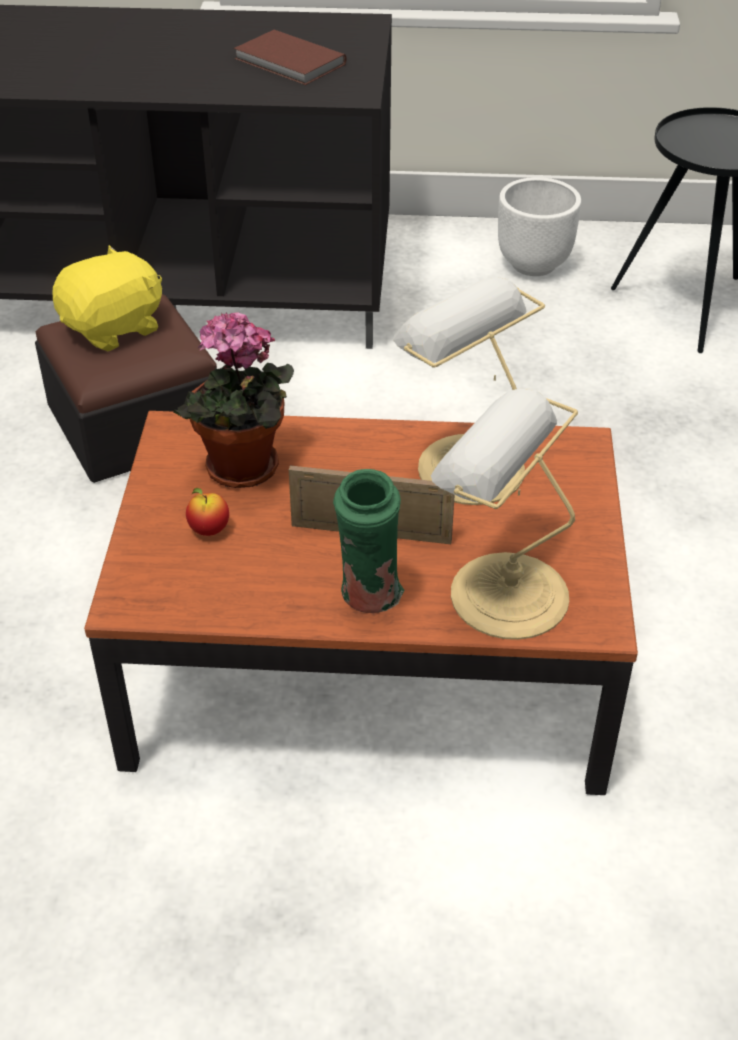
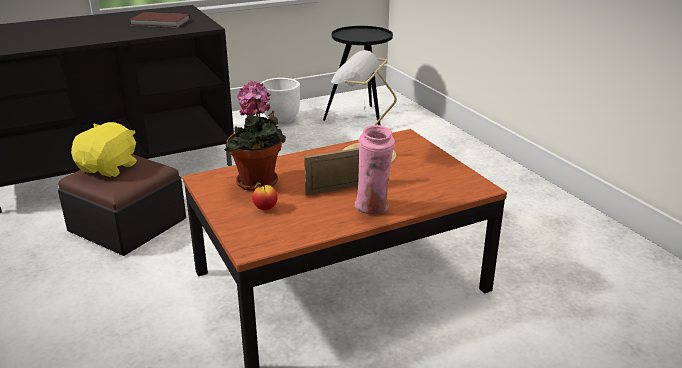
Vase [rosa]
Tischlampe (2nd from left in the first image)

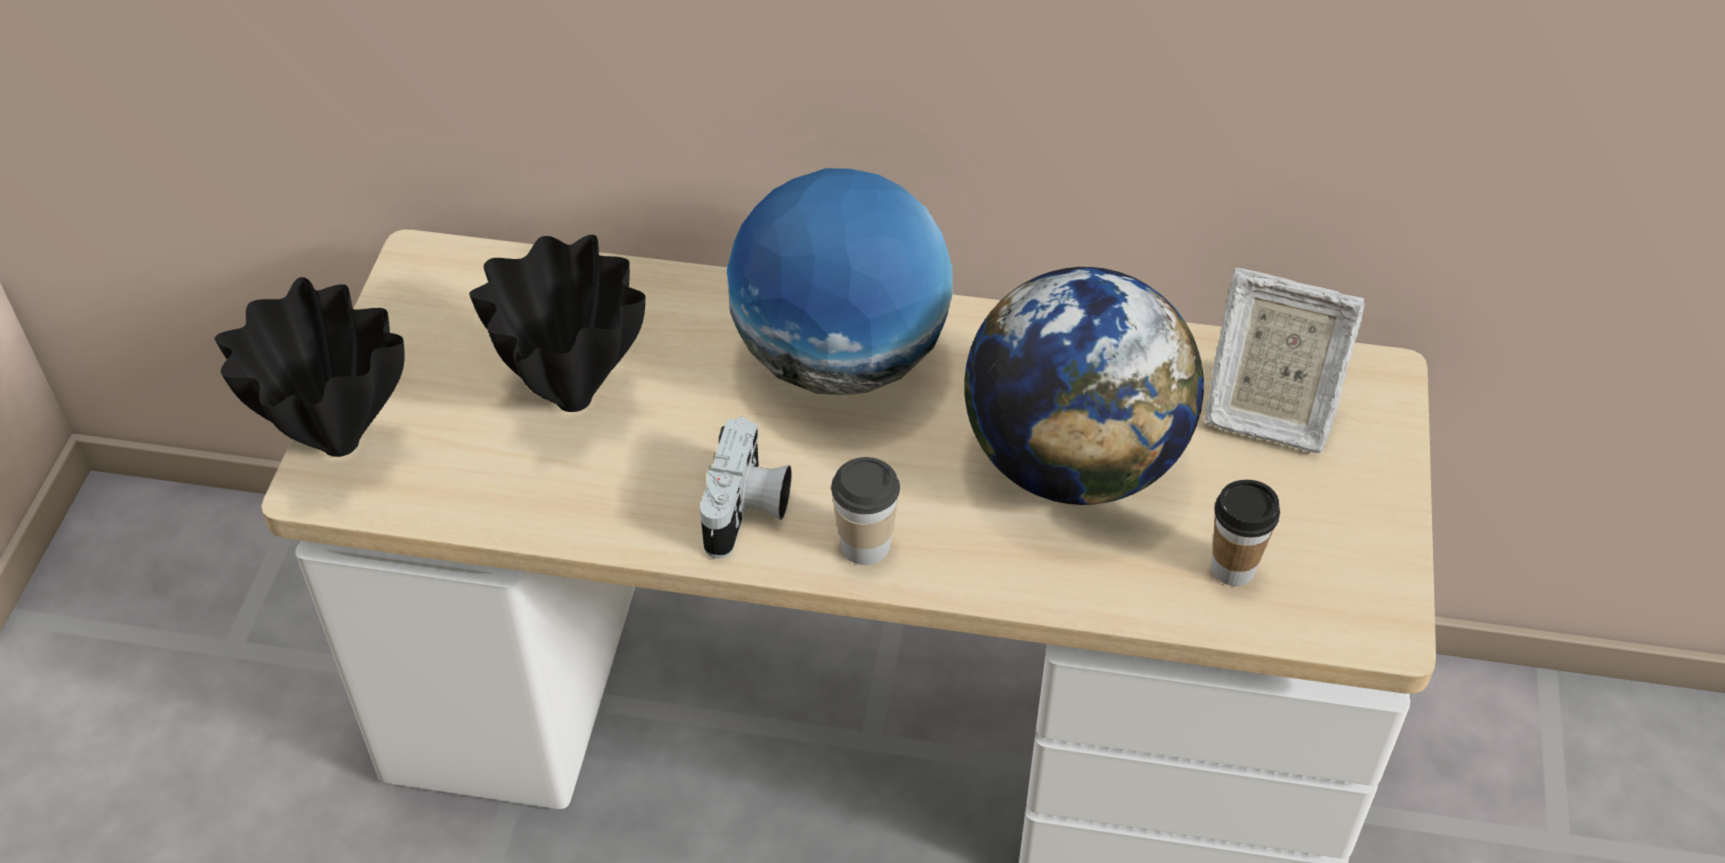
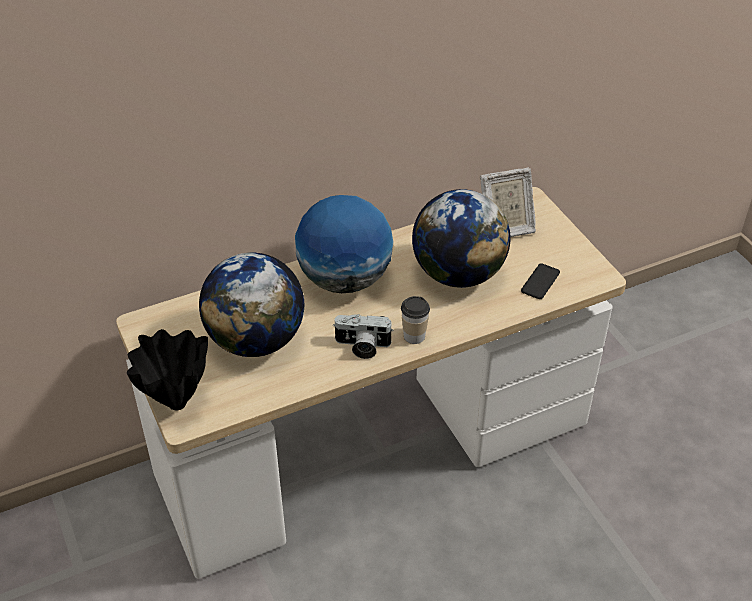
Globus (1st from left)
Kamera
Handy

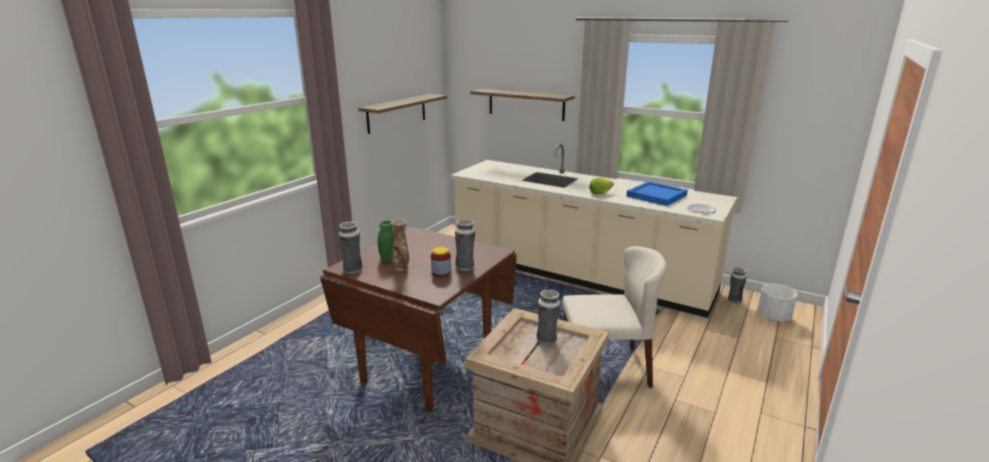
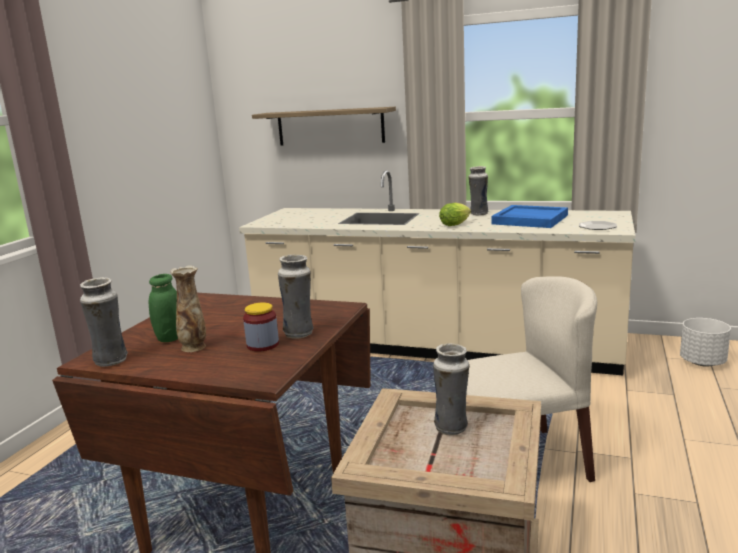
Wandregal (1st from left in the first image)
Vase (5th from left)

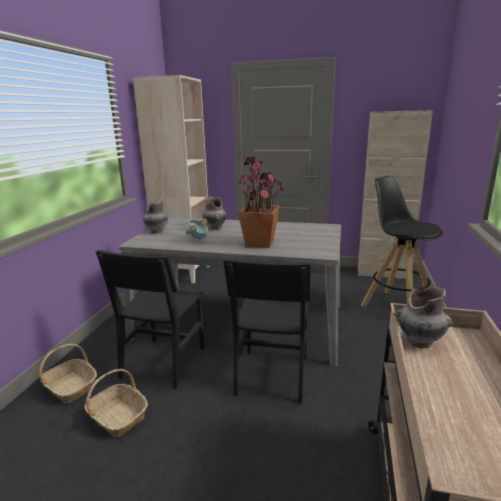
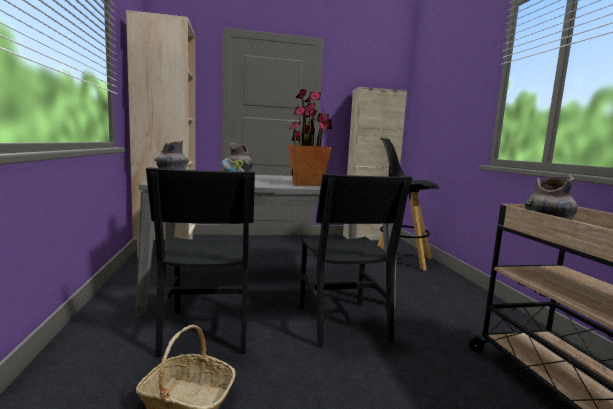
Korb (1st from left in the first image)

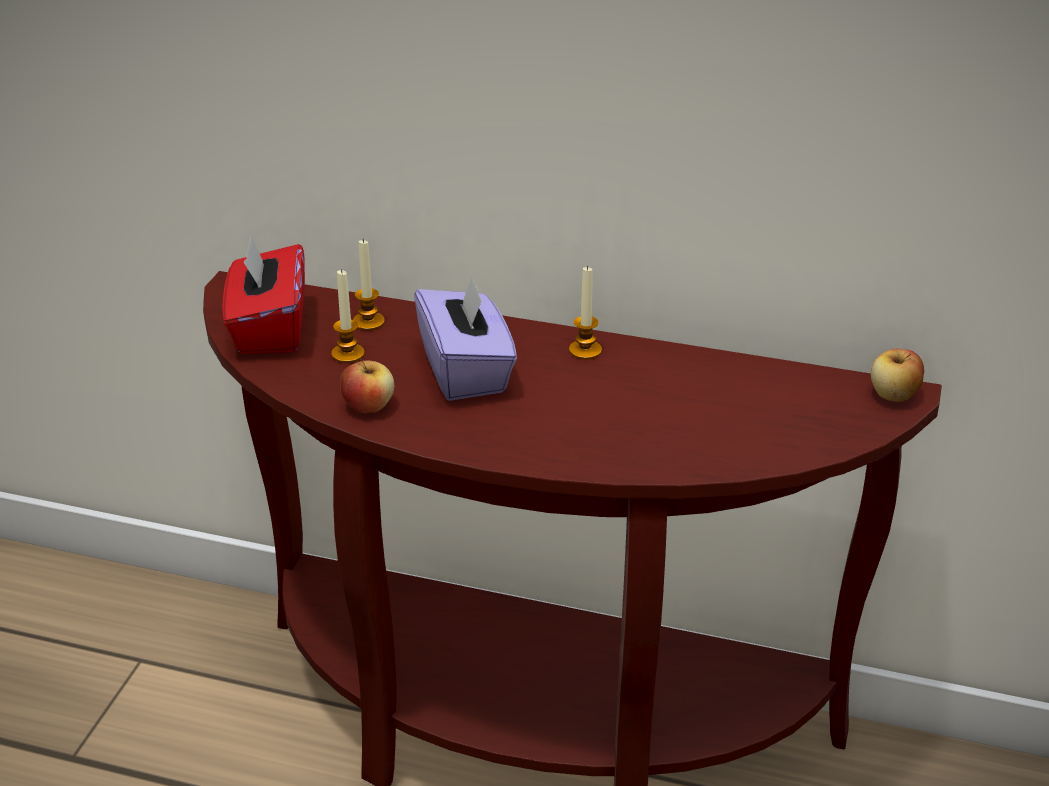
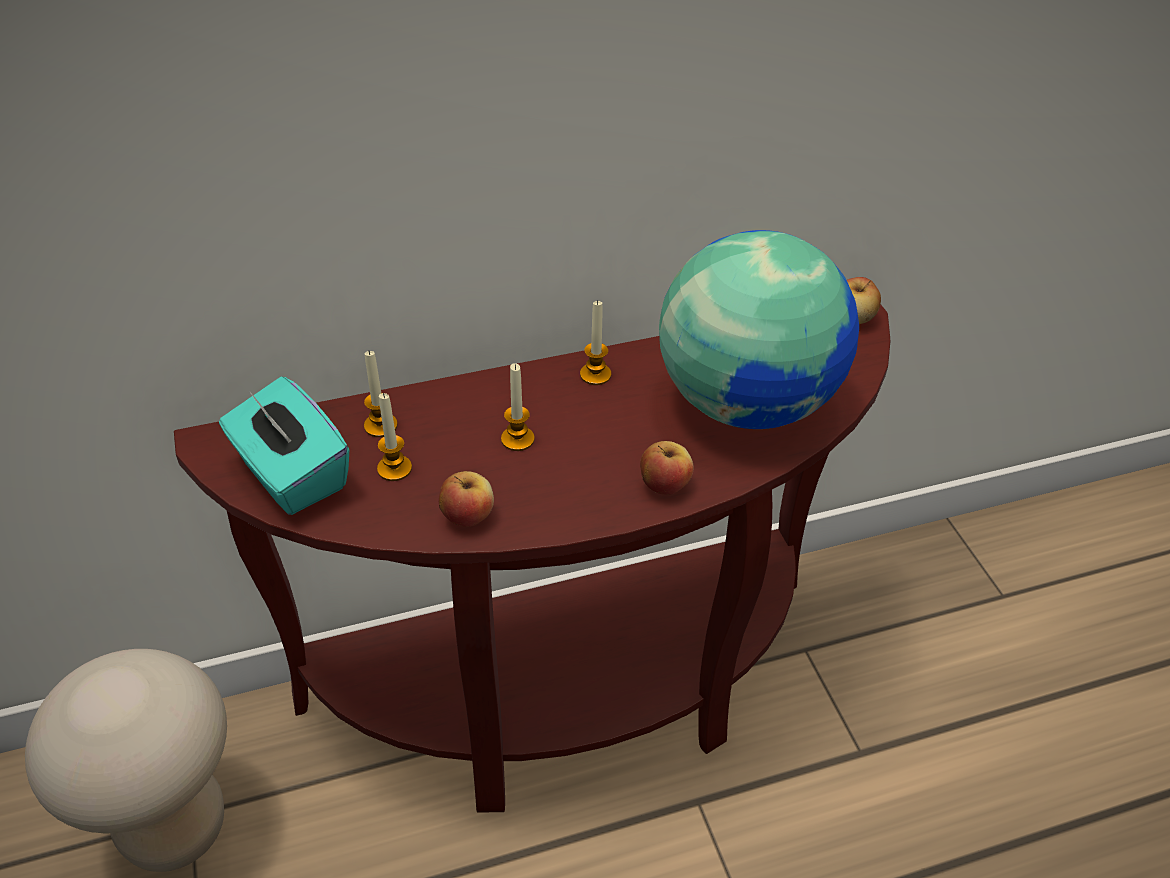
Taschentuchbox [türkis]
Kerze (3rd from left)
Hocker [beige]
Apfel (2nd from left)
Globus

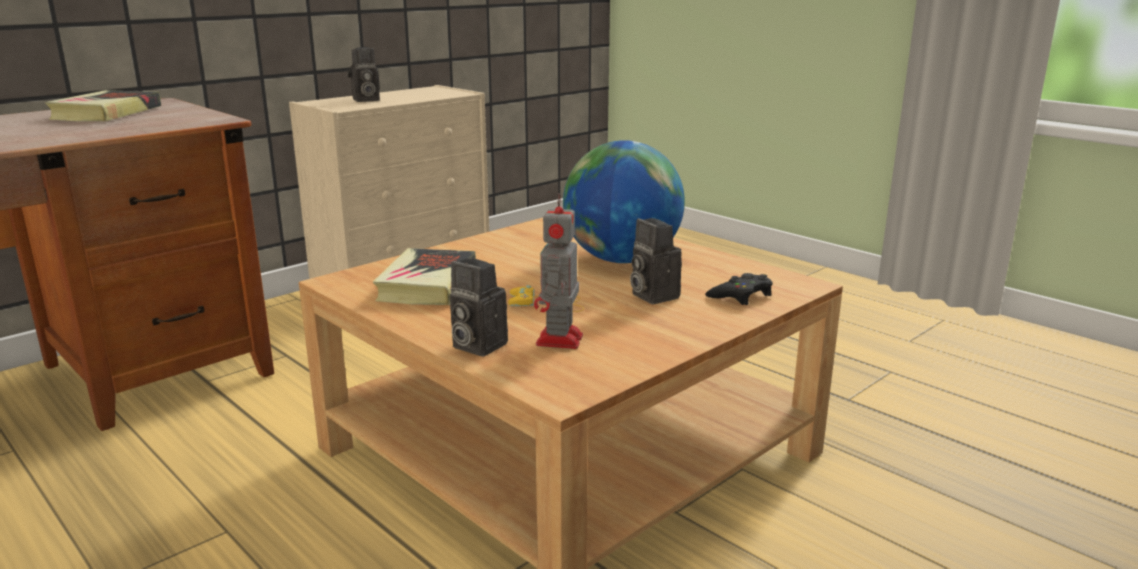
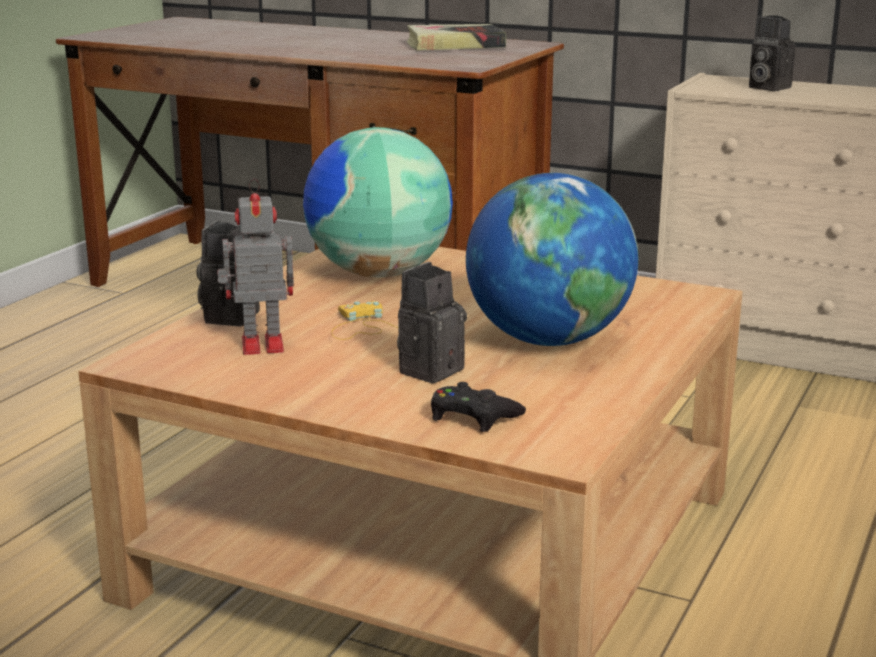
Globus (1st from left)

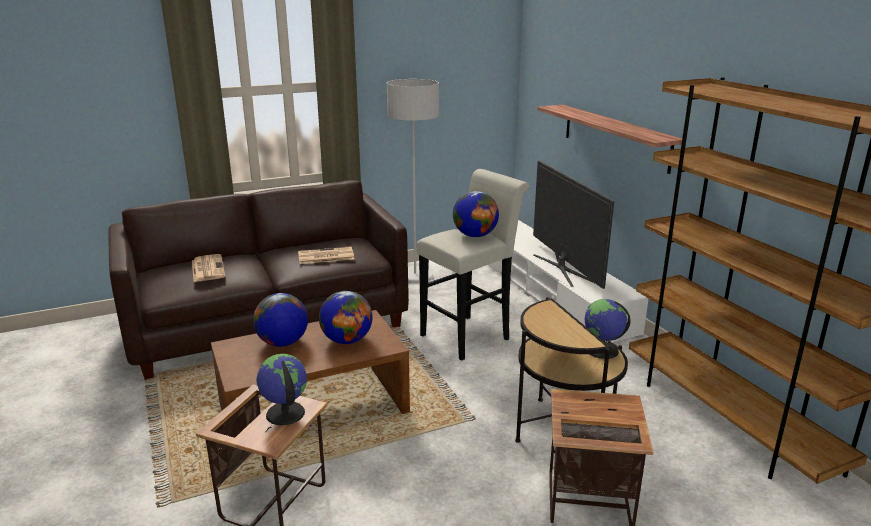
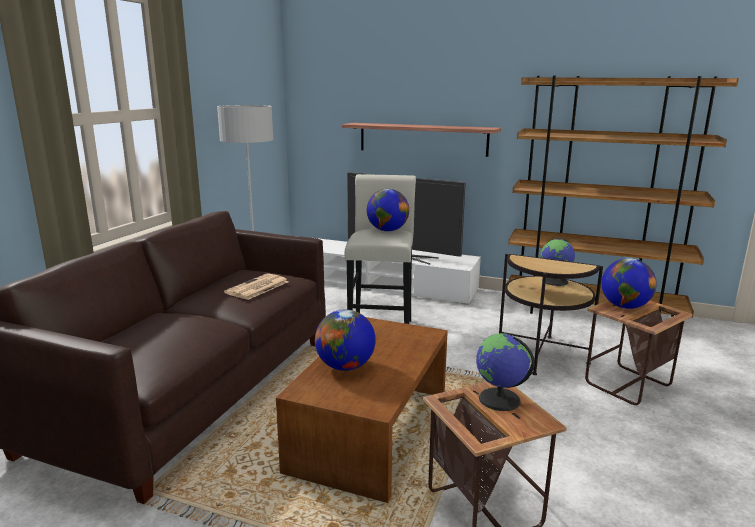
Zeitung (1st from left in the first image)
Globus (5th from left)

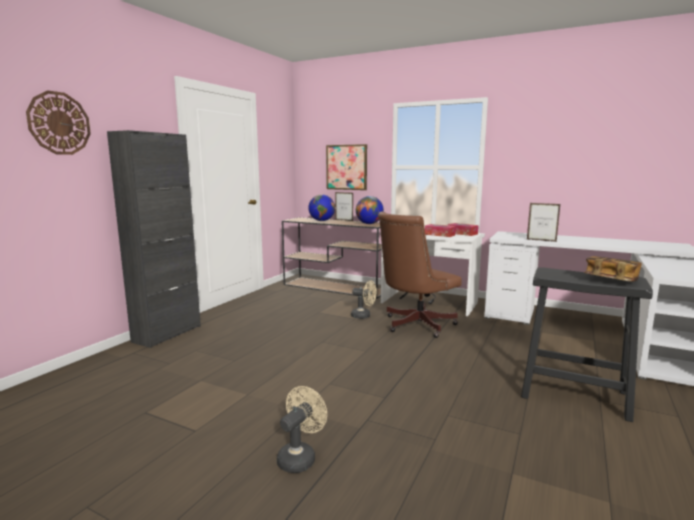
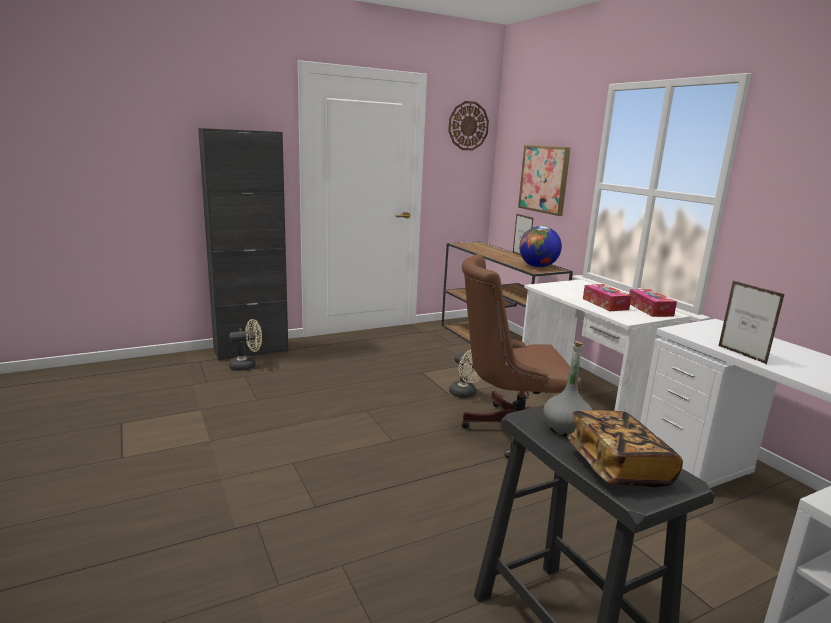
Wanduhr
Ventilator [beige] (1st from left)
Globus (1st from left in the first image)
Flasche [grau]

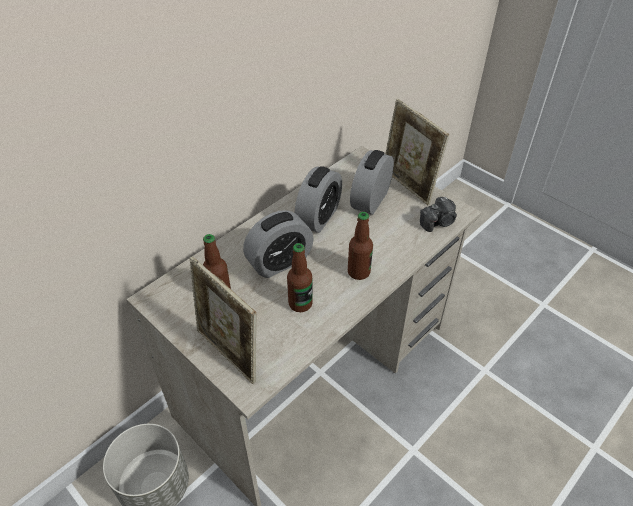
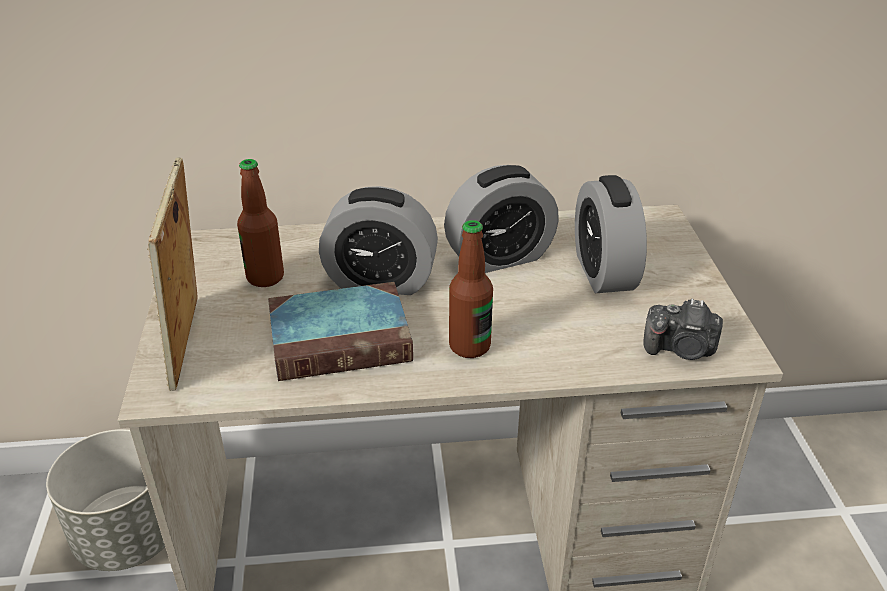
Buch
Wecker (3rd from left)
Bilderrahmen (2nd from left in the first image)

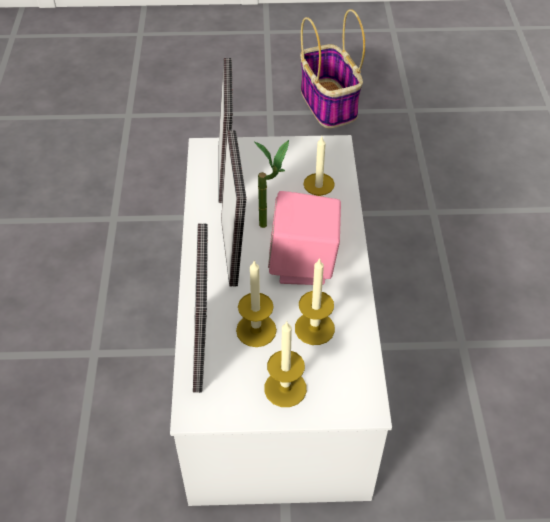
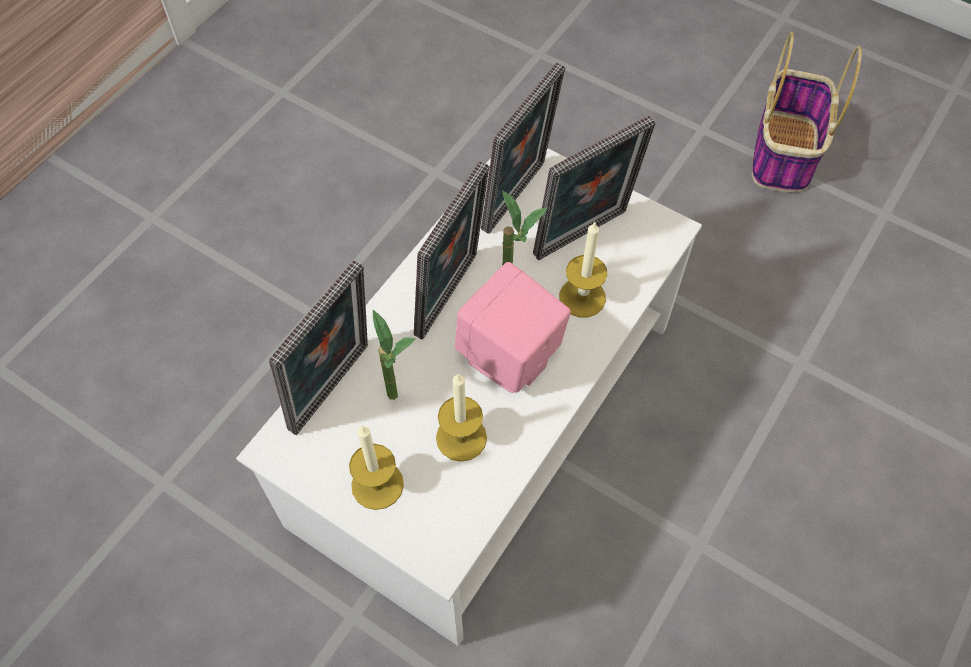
Topfpflanze (1st from left)
Bilderrahmen (4th from left)

